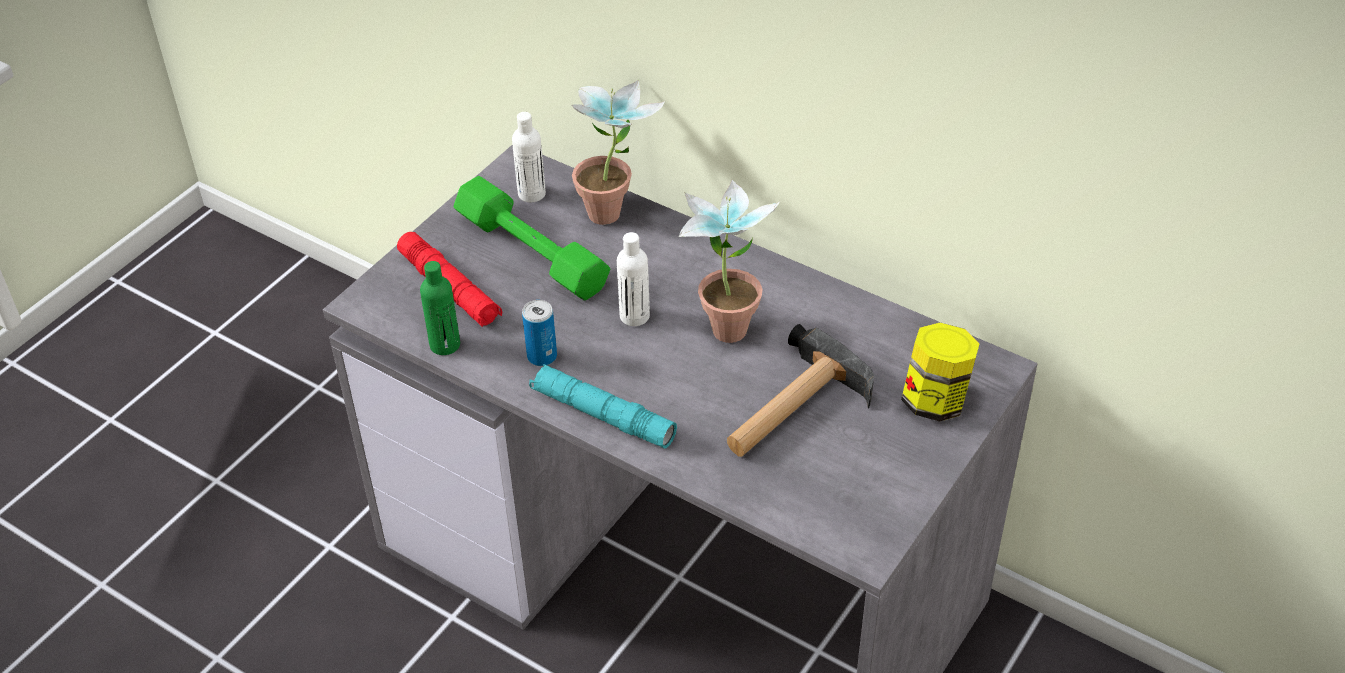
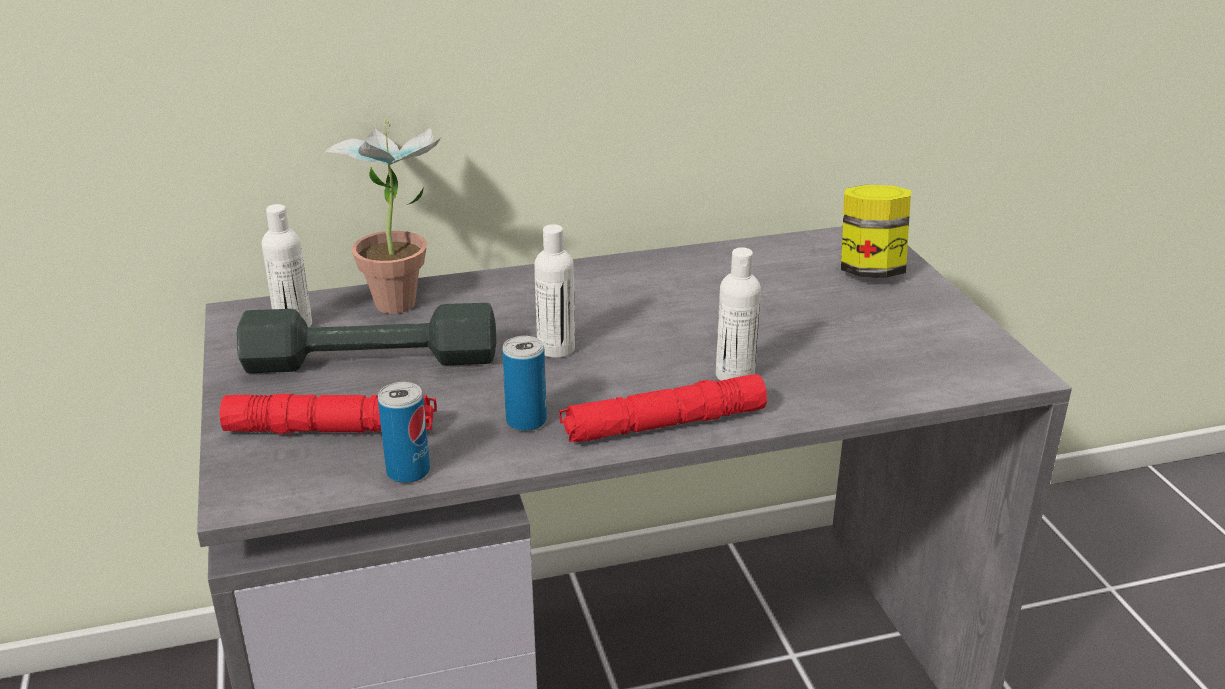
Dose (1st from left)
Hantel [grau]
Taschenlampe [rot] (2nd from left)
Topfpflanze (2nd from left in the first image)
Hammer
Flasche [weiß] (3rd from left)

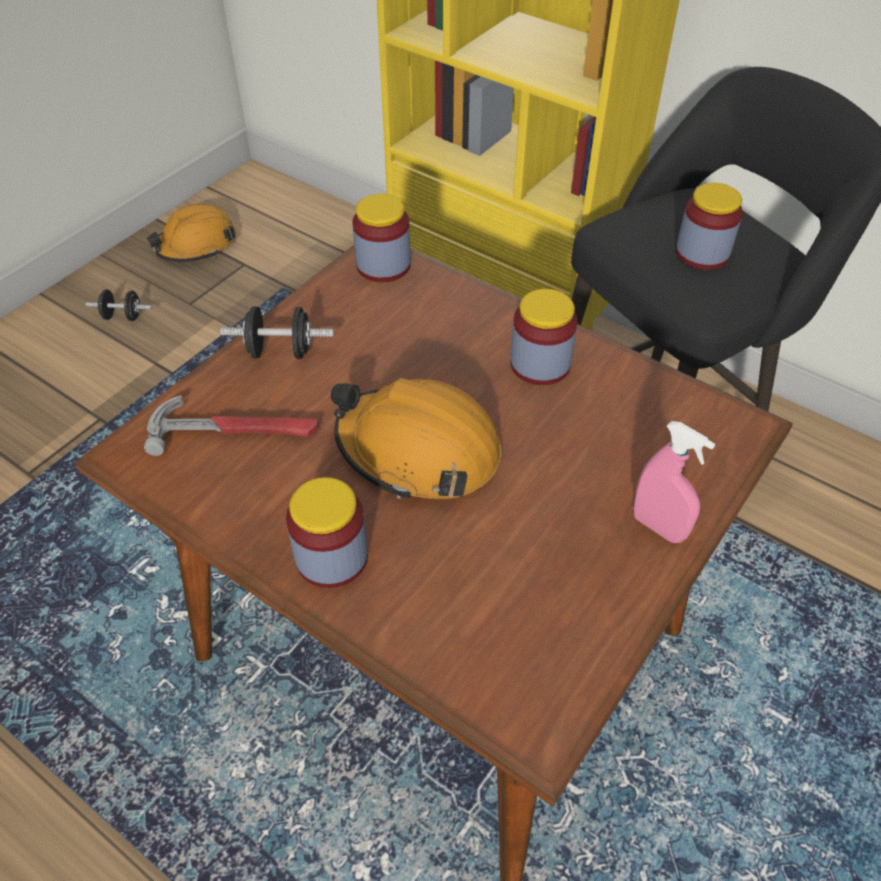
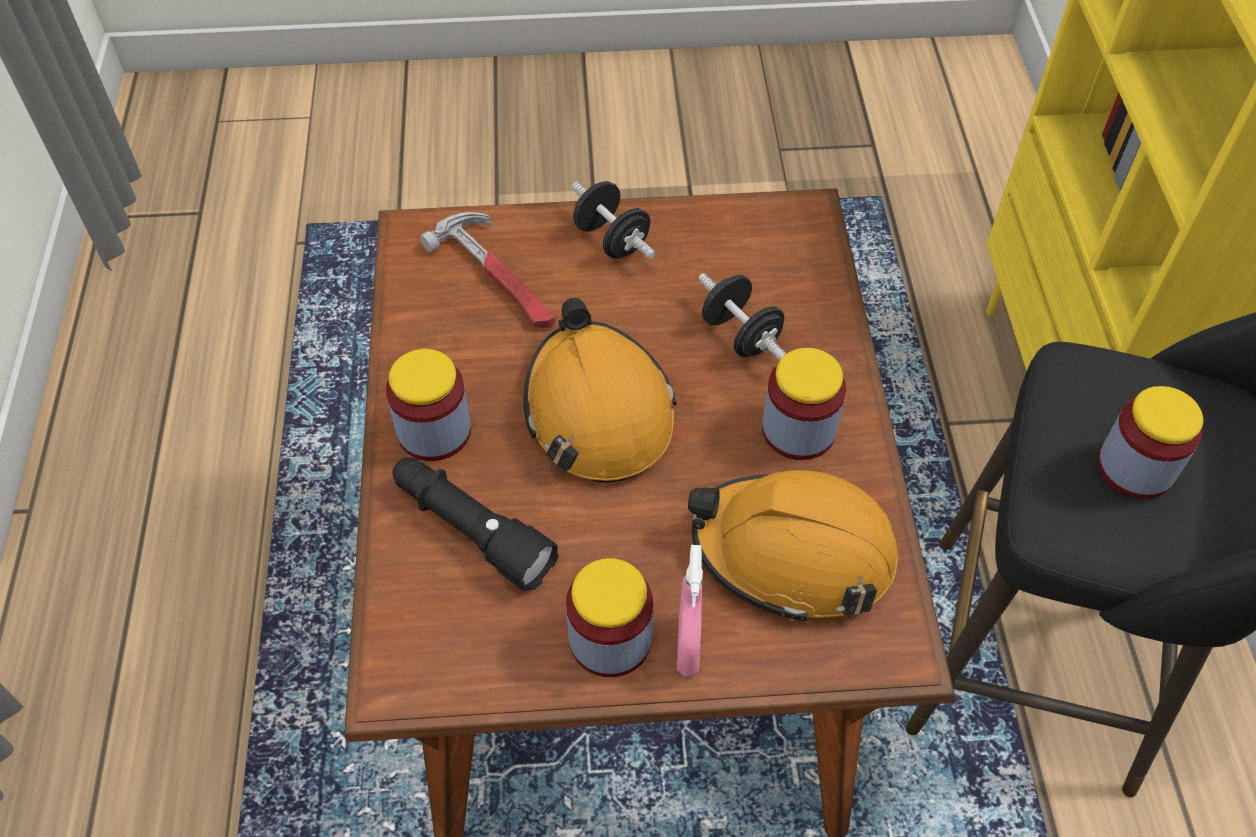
Hantel [schwarz] (2nd from left)
Schutzhelm [orange] (2nd from left)
Vorratsglas (2nd from left)
Taschenlampe [schwarz]

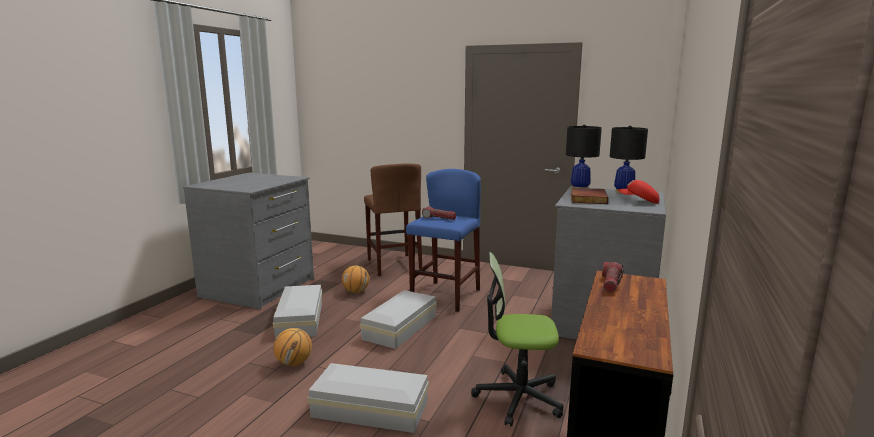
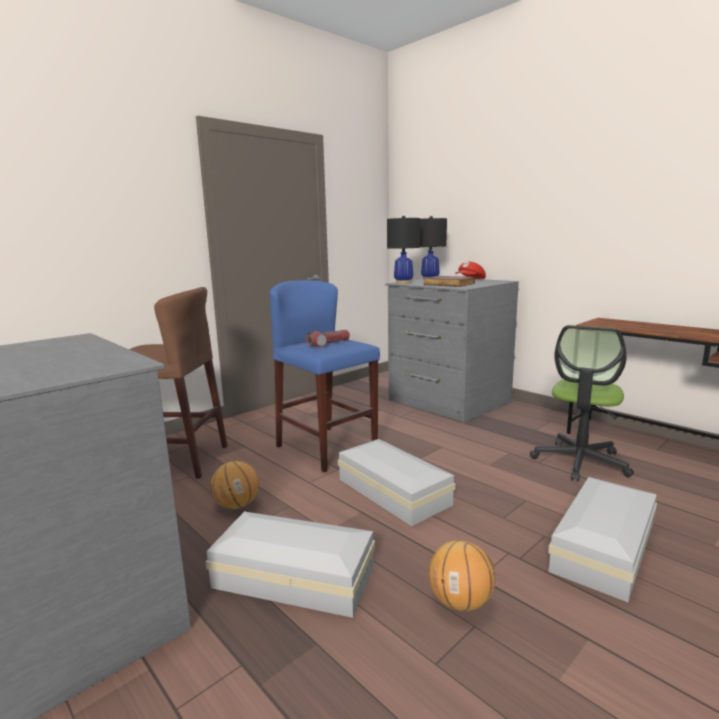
Taschenlampe (2nd from left in the first image)

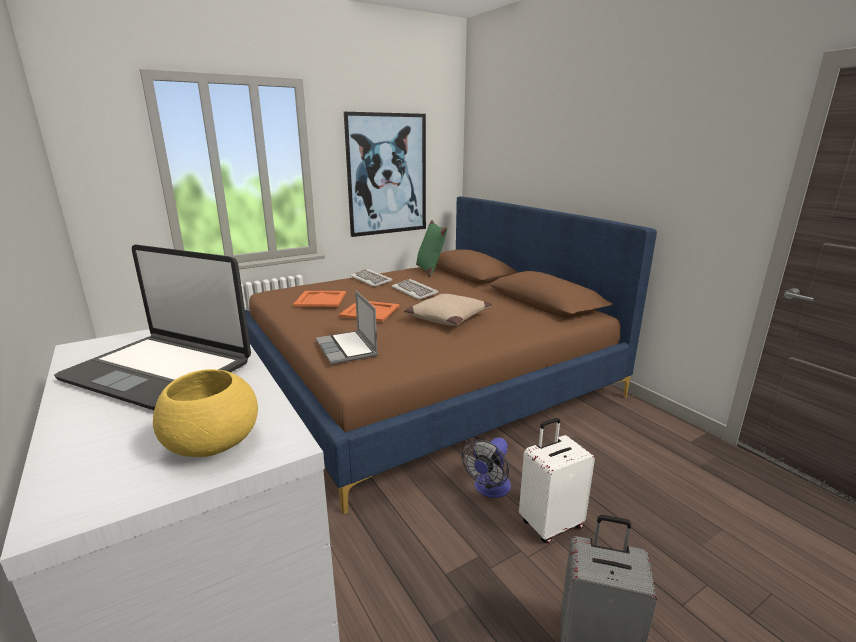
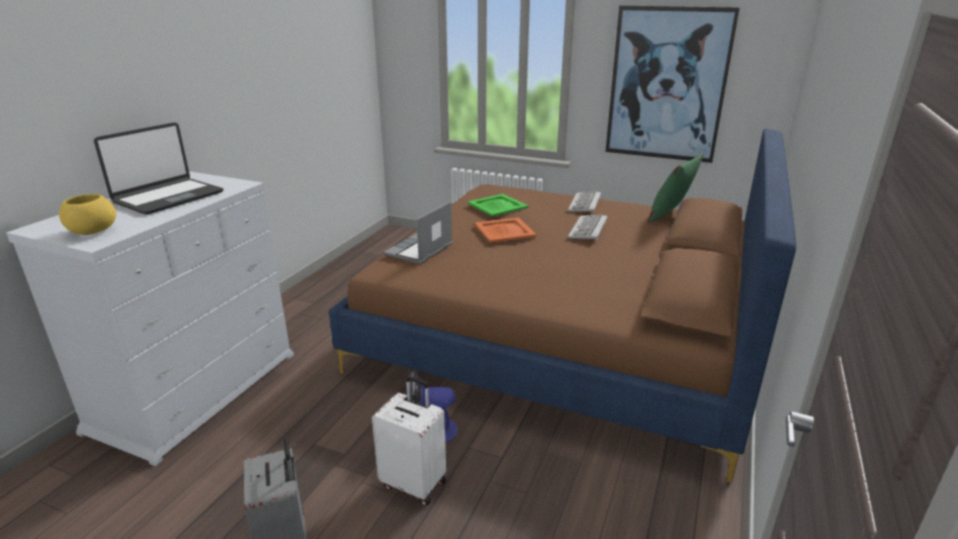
Laptop (1st from left)
Tablett [grün]
Kissen [beige]

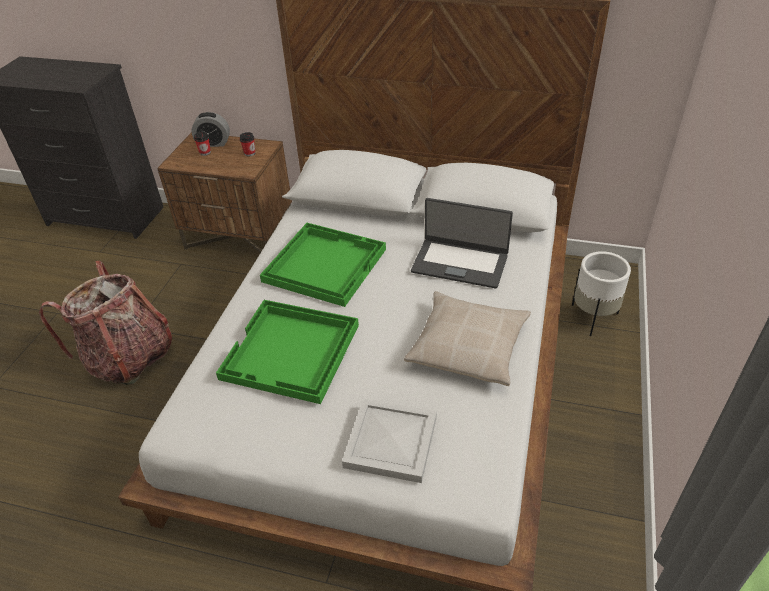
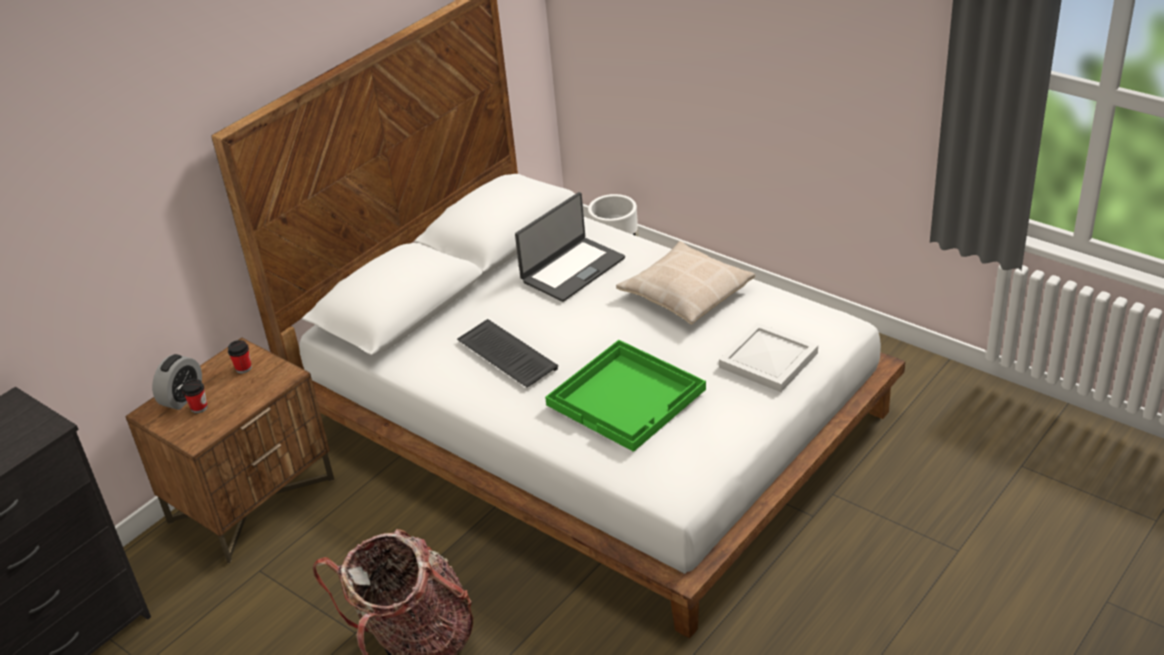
Tastatur

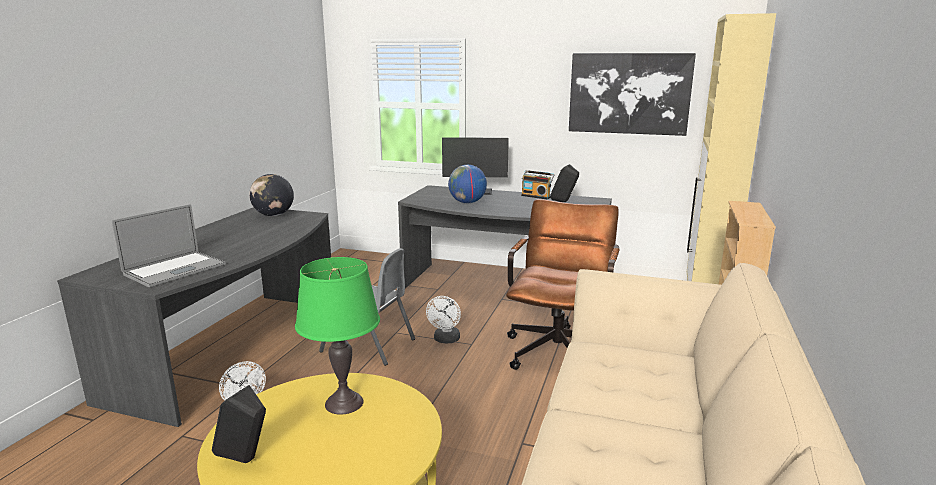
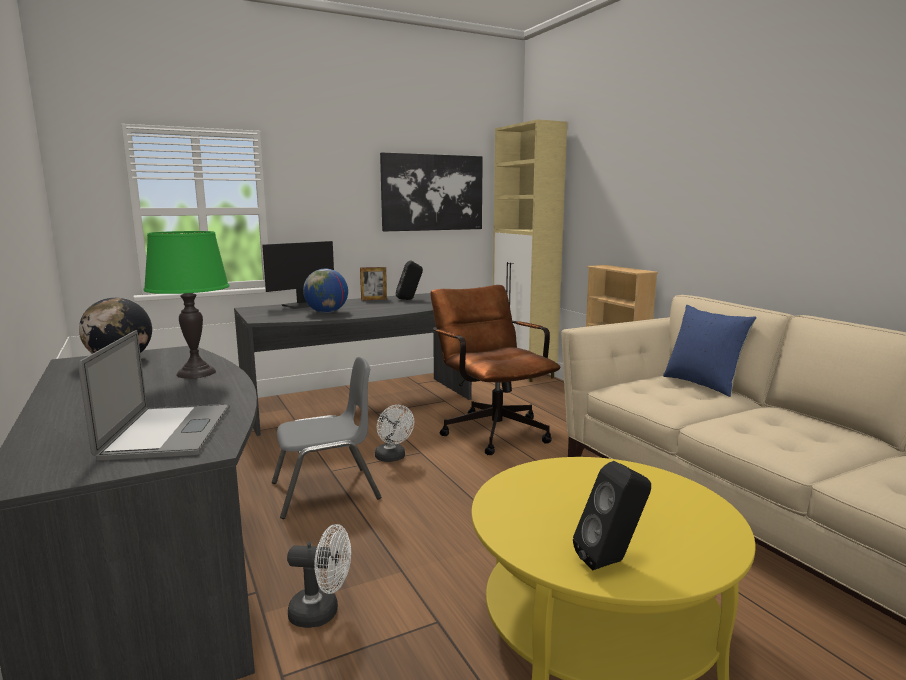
Tischlampe [grün]
Bilderrahmen
Kissen [blau]

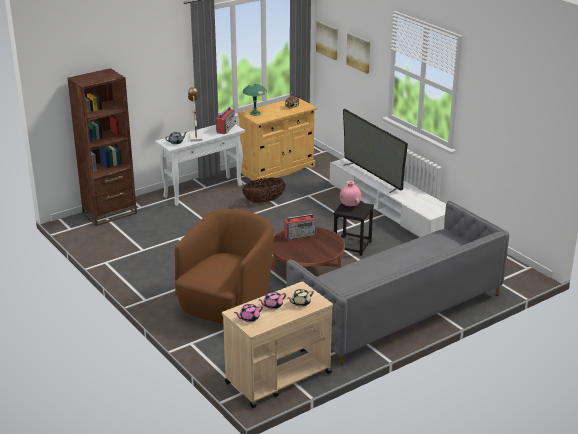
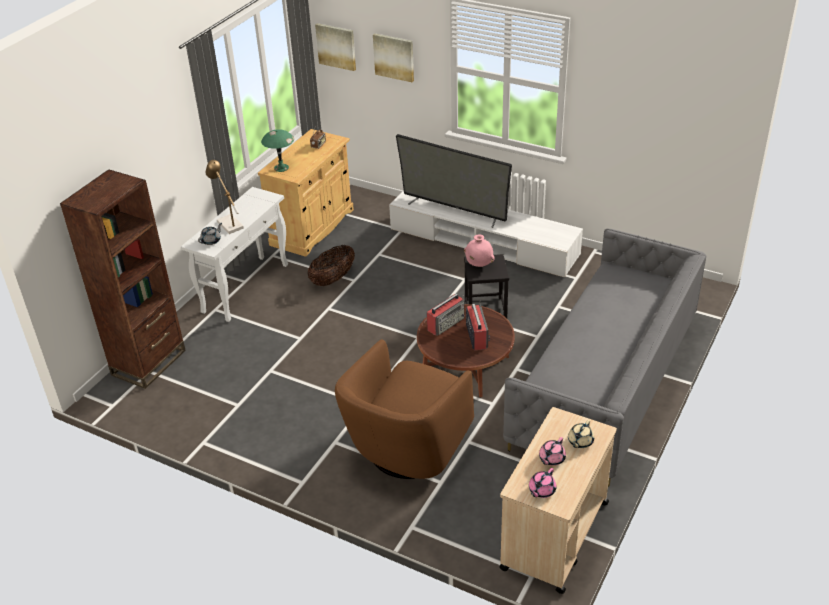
Sessel [braun]
Radio (3rd from left)

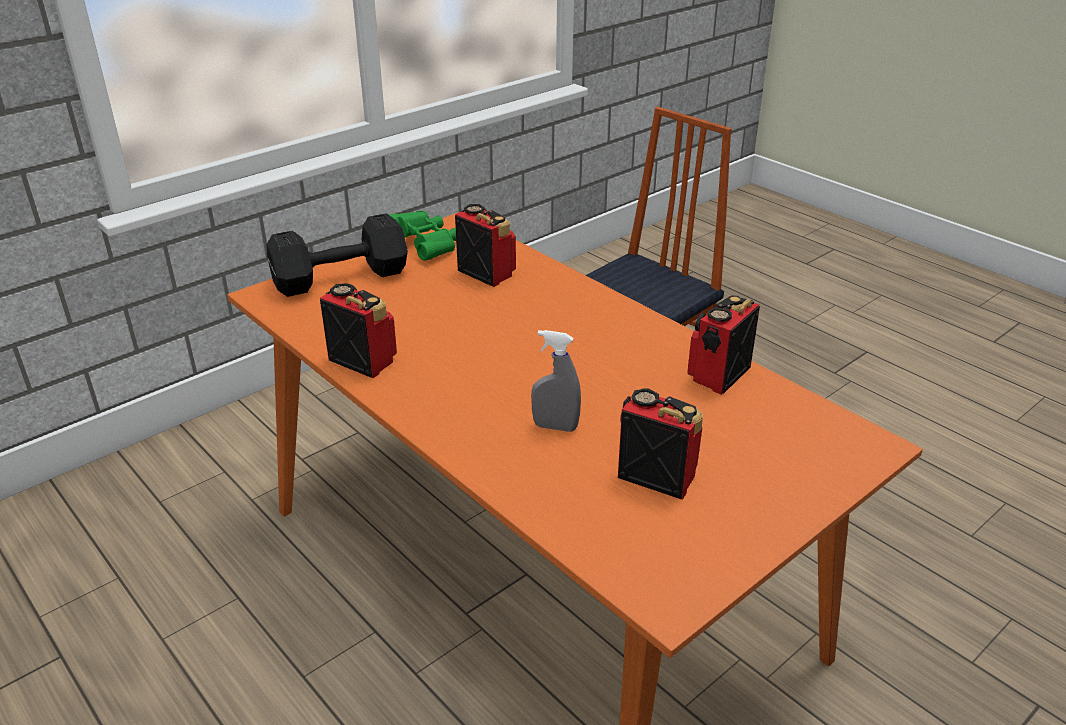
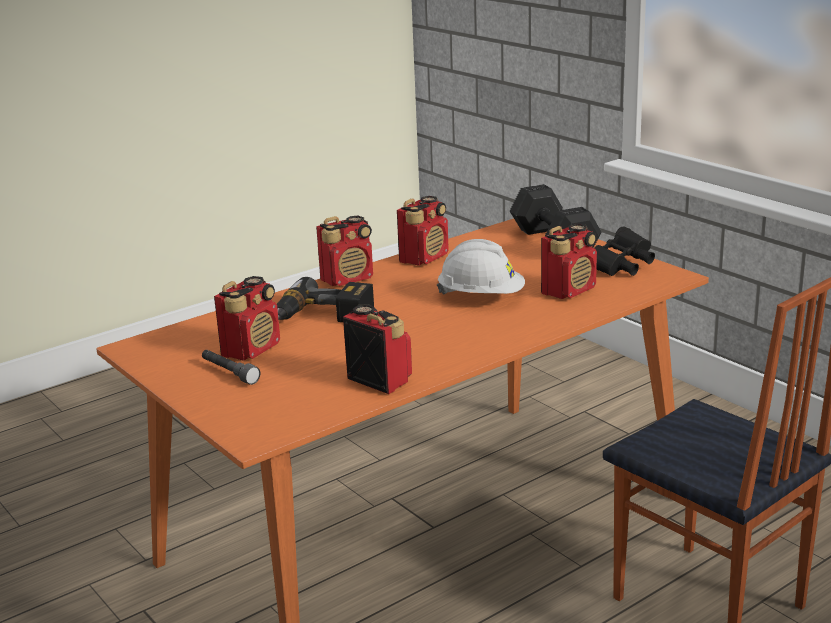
Fernglas [schwarz]
Bohrmaschine
Taschenlampe [grau]
Radio (2nd from left)
Schutzhelm [weiß]

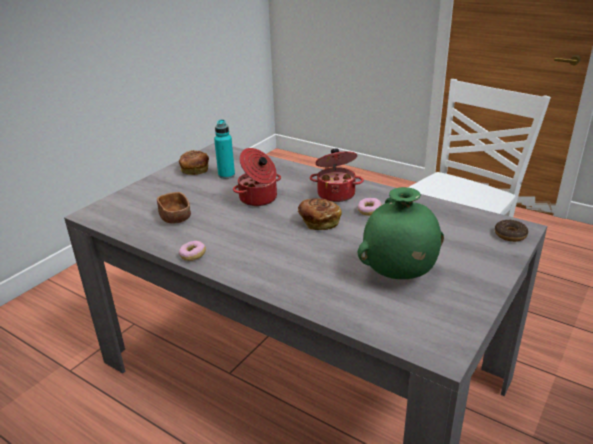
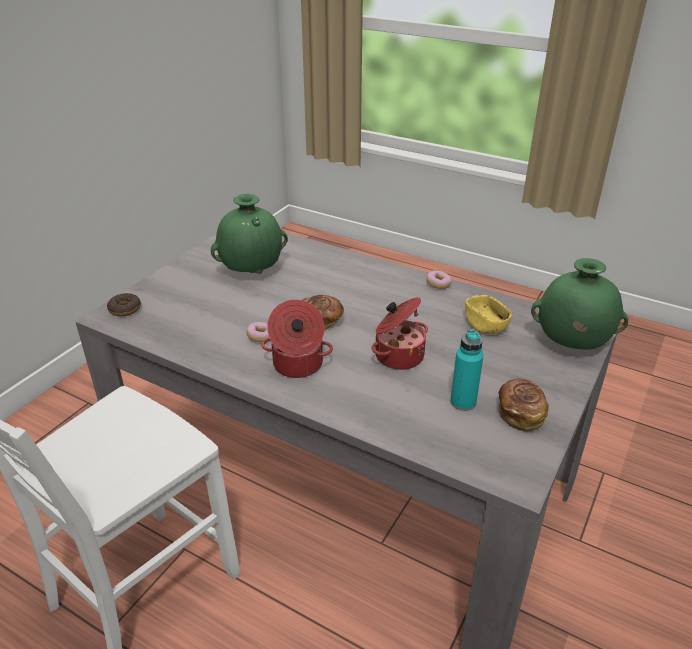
Schüssel [gelb]
Vase [grün] (2nd from left)

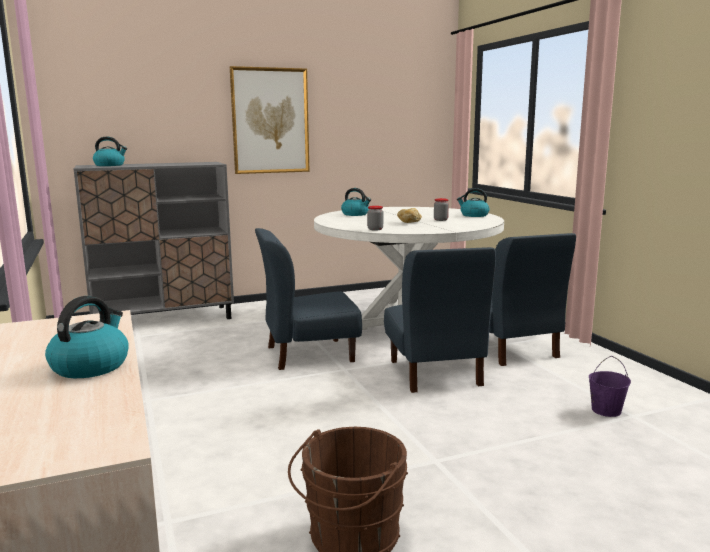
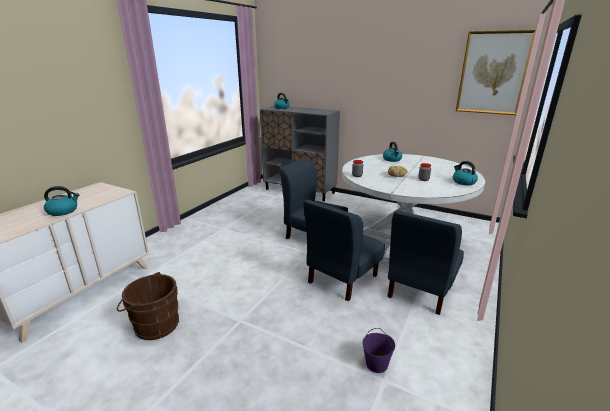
Bild

